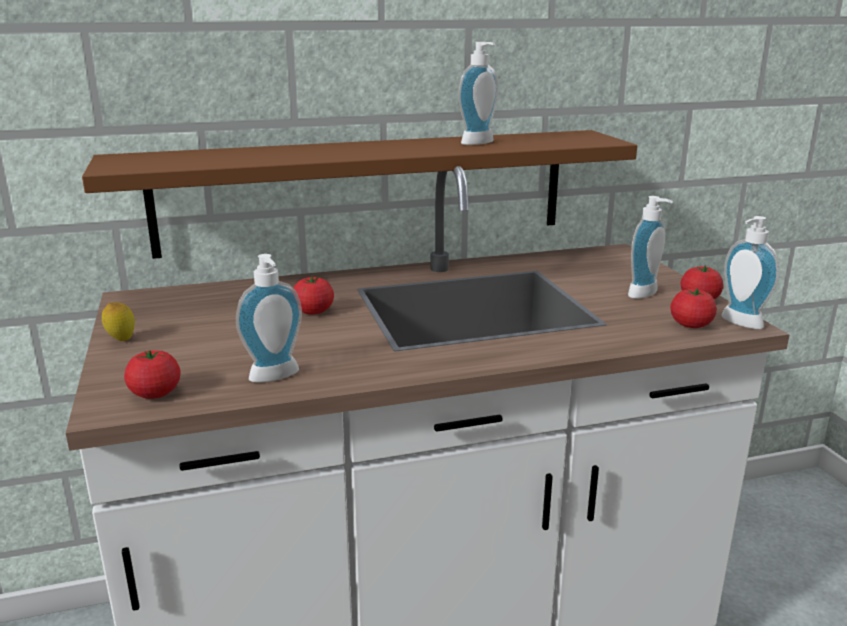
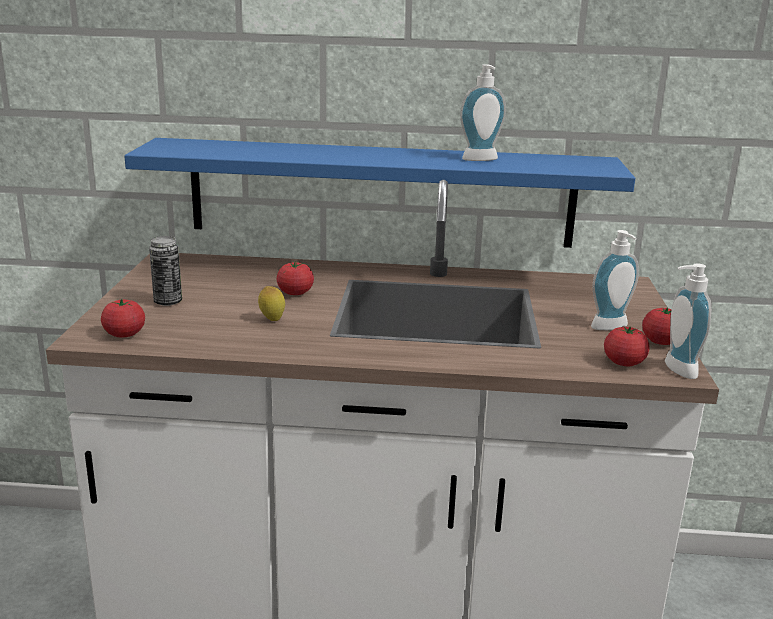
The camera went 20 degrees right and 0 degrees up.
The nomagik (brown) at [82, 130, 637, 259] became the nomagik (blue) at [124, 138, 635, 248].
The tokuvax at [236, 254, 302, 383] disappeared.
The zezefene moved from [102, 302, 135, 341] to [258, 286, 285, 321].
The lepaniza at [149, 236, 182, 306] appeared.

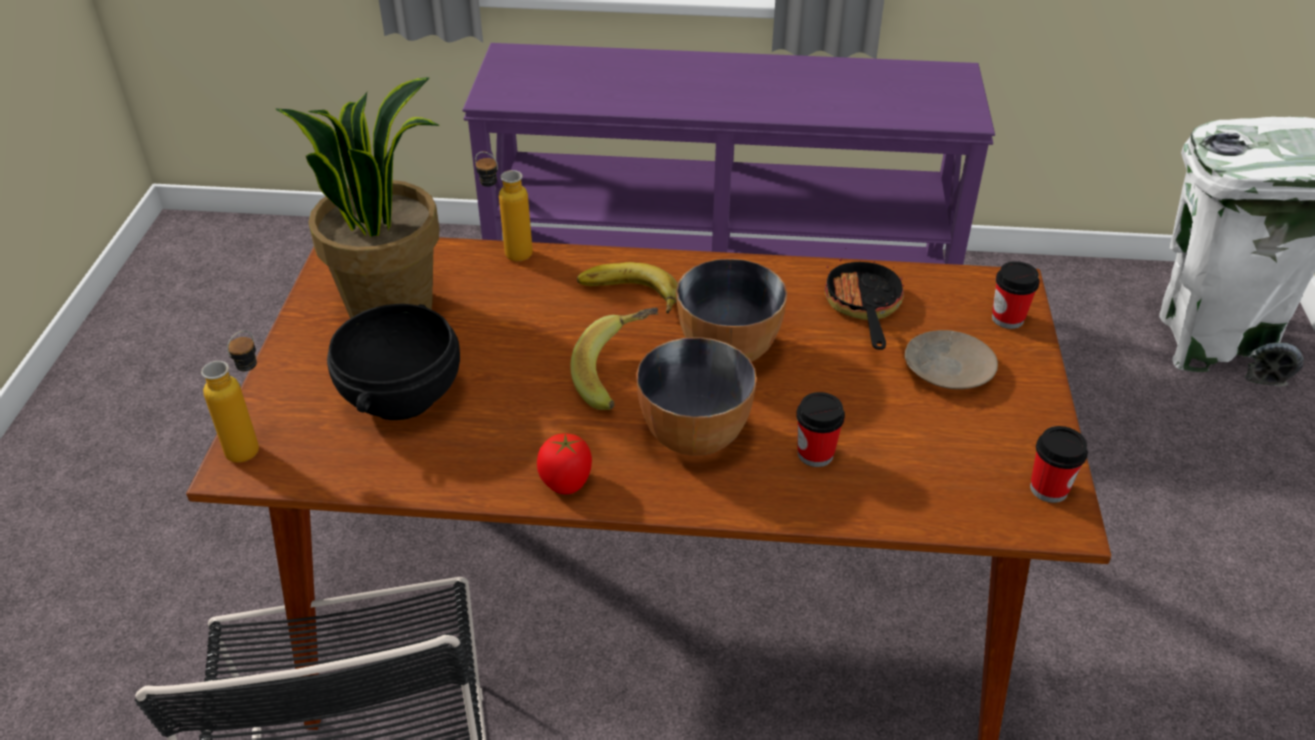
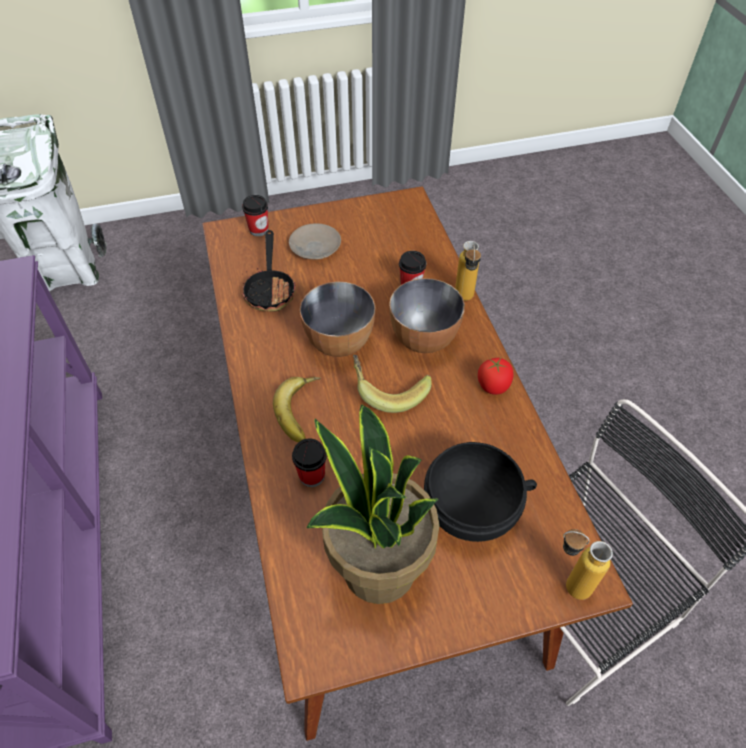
The camera went 110 degrees left and 10 degrees up.
The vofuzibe moved from [475, 152, 533, 262] to [455, 241, 481, 301].
The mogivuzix at [825, 248, 907, 350] turned 75 degrees counterclockwise.
The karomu moved from [1030, 426, 1088, 503] to [292, 439, 327, 487].

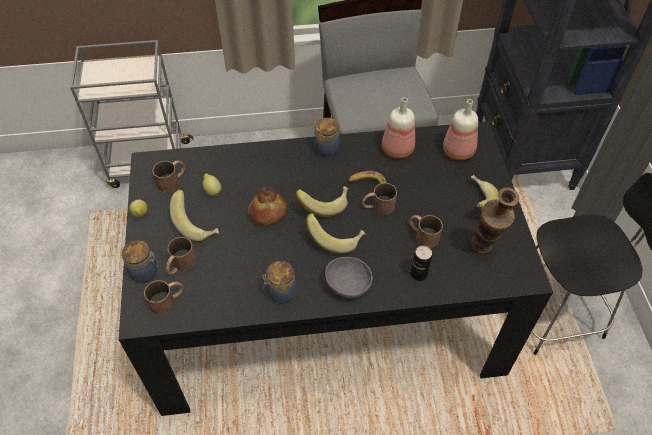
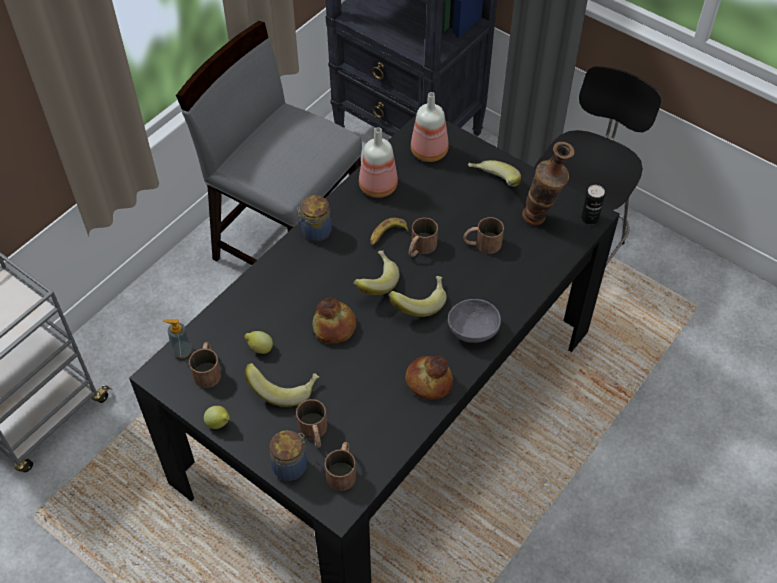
The camera went 45 degrees left and 0 degrees up.
The lepaniza moved from [411, 246, 432, 281] to [581, 185, 605, 225].
The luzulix at [262, 261, 296, 304] was replaced by the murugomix at [405, 356, 453, 400].
The tokuvax at [163, 319, 192, 359] appeared.

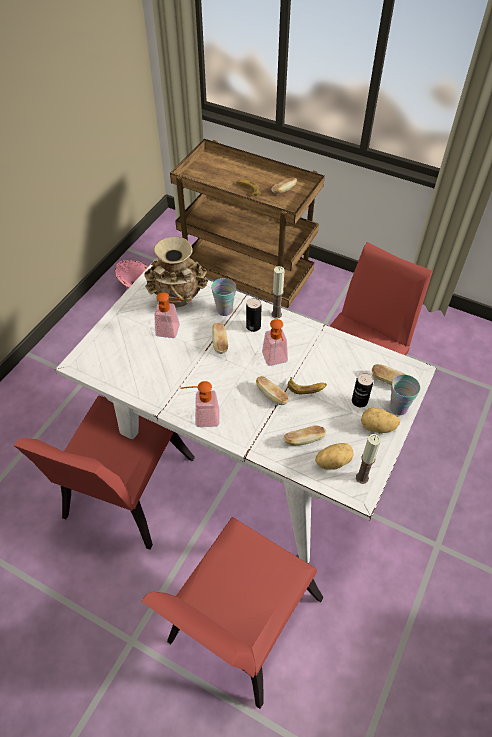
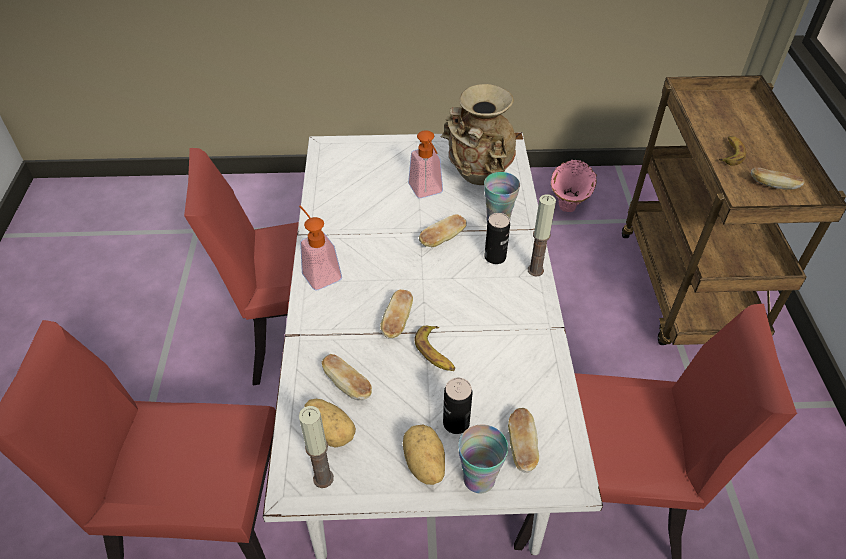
The camera went 60 degrees right and 5 degrees down.
The tokuvax at [262, 319, 288, 366] disappeared.

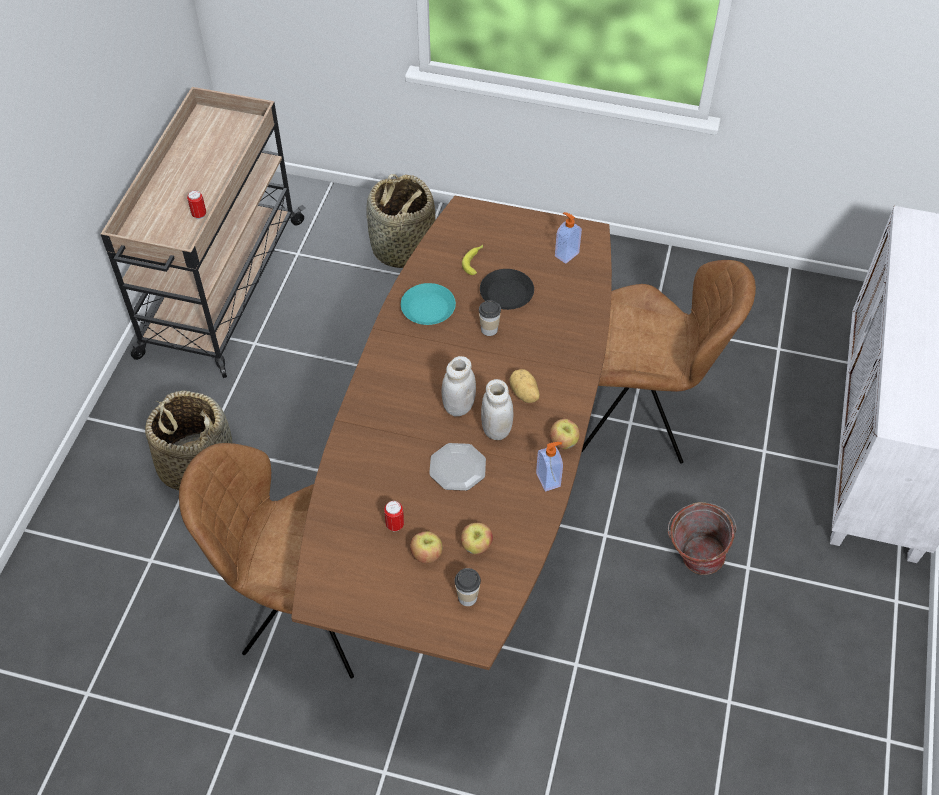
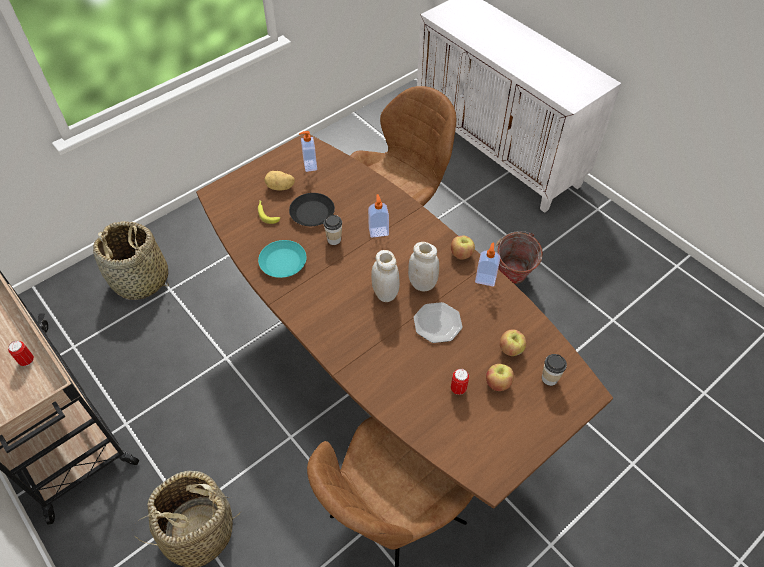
The camera went 55 degrees left and 0 degrees up.
The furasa moved from [510, 369, 540, 403] to [265, 171, 295, 191].
The tokuvax at [368, 194, 389, 238] appeared.

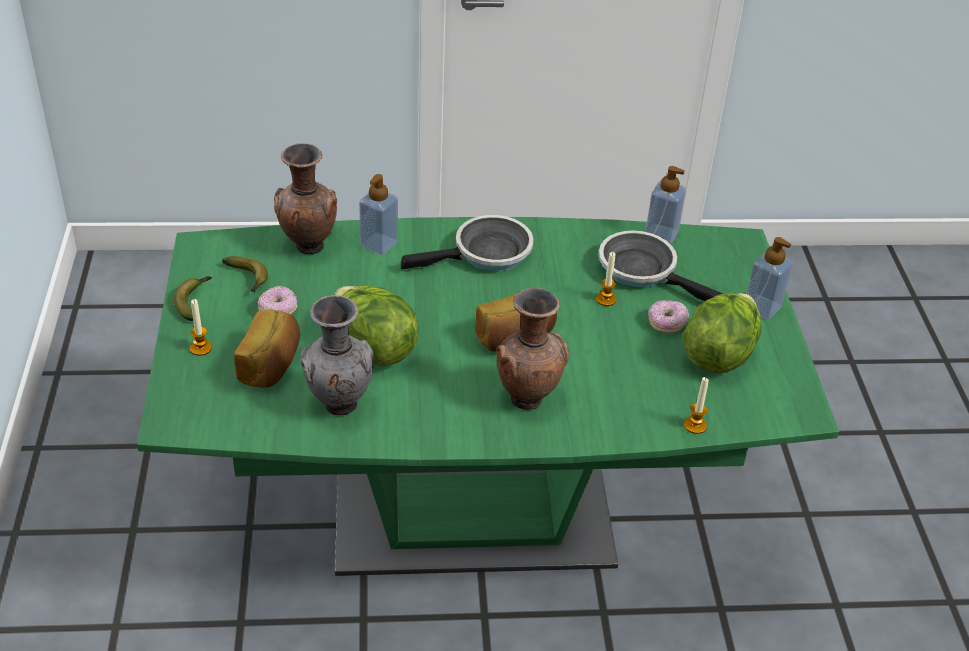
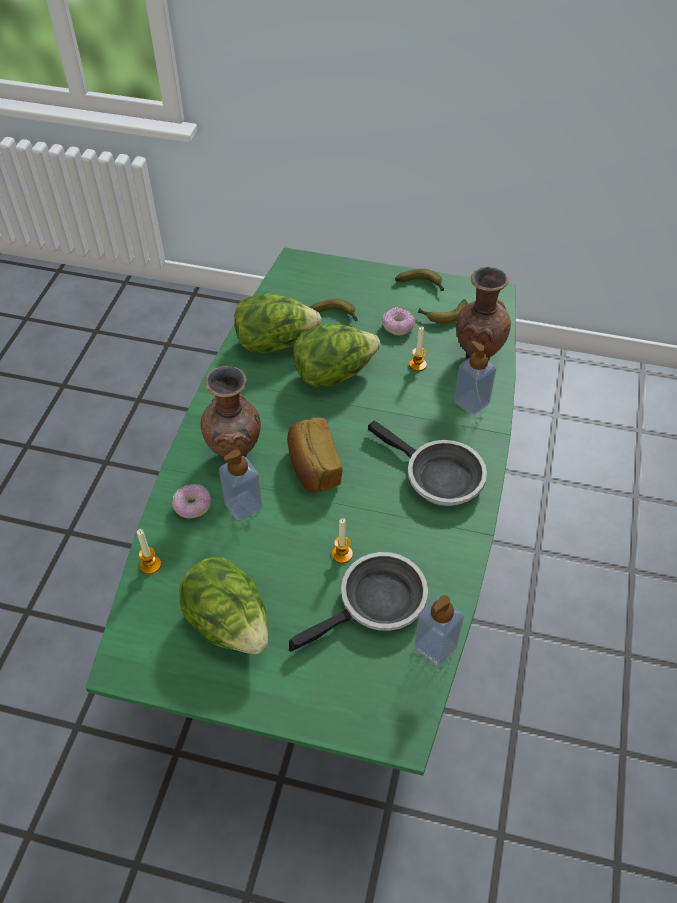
The camera went 110 degrees right and 10 degrees up.
The mogivuzix at [401, 215, 533, 271] turned 45 degrees counterclockwise.
The tokuvax moved from [747, 237, 793, 319] to [219, 449, 262, 521].
The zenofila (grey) at [300, 295, 374, 415] was replaced by the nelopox at [234, 293, 321, 354].
The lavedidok moved from [190, 299, 212, 356] to [409, 326, 427, 371].
The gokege moved from [648, 300, 689, 333] to [172, 484, 211, 518].
The murugomix at [234, 309, 300, 388] was replaced by the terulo at [310, 299, 358, 321].

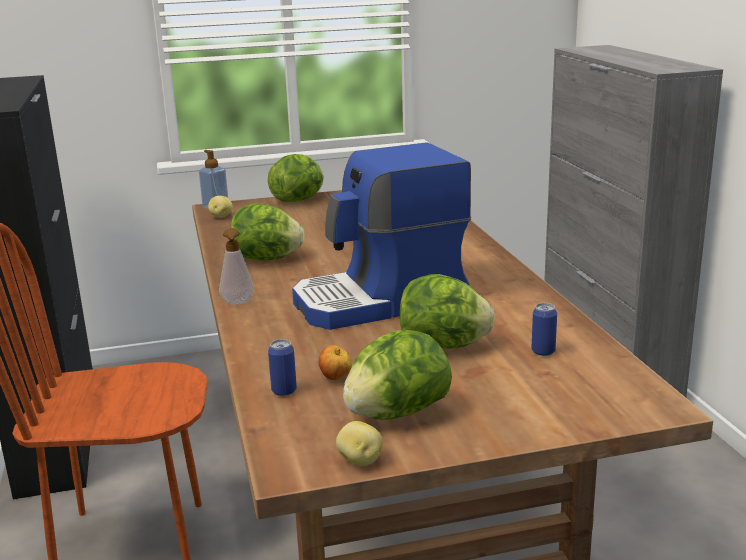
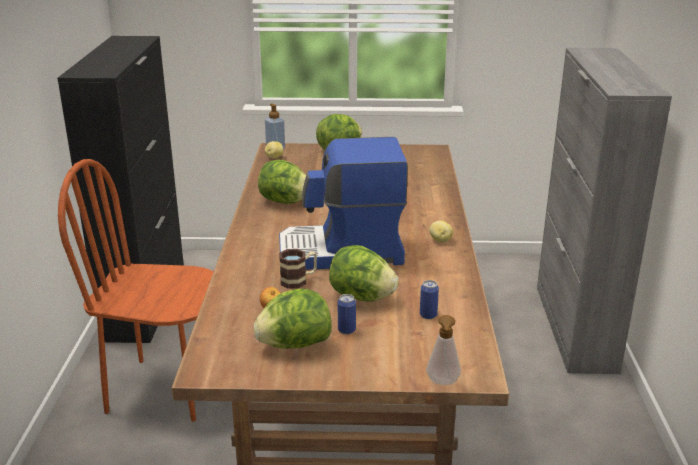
The camera went 15 degrees right and 5 degrees up.
The tokuvax moved from [219, 228, 254, 304] to [426, 315, 461, 385].
The lepaniza moved from [268, 339, 297, 396] to [338, 294, 356, 334].
The furasa moved from [336, 421, 383, 466] to [429, 221, 453, 243].
The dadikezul at [279, 249, 317, 289] appeared.

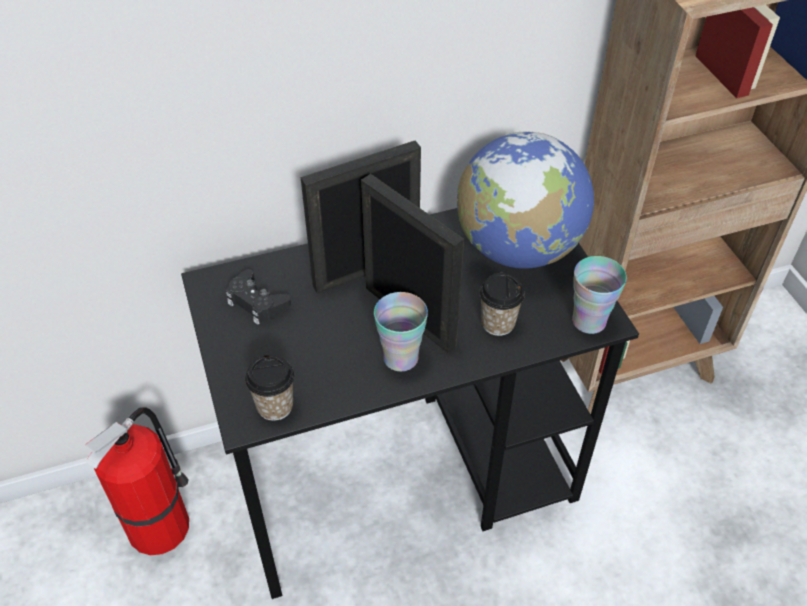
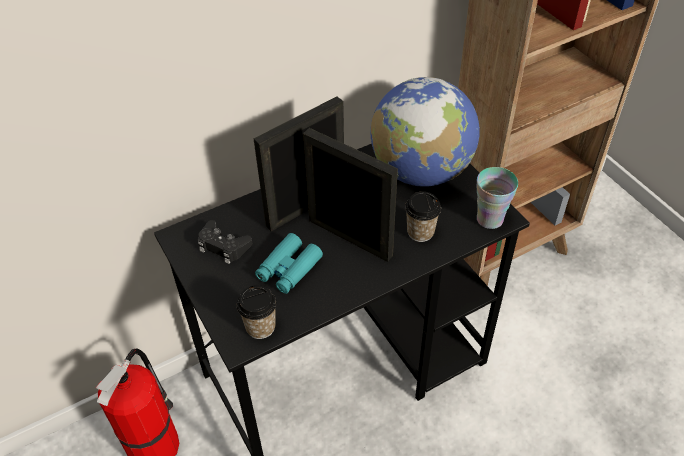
The camera went 10 degrees left and 0 degrees up.
The karomu at [374, 292, 428, 371] disappeared.
The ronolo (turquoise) at [255, 233, 323, 294] appeared.

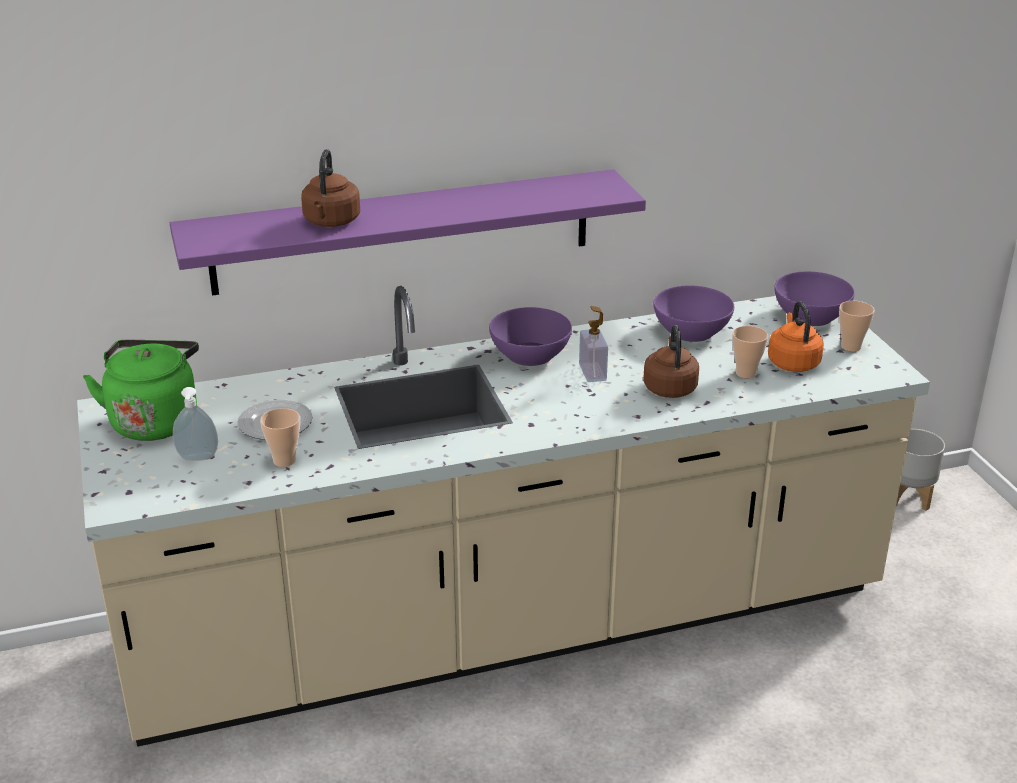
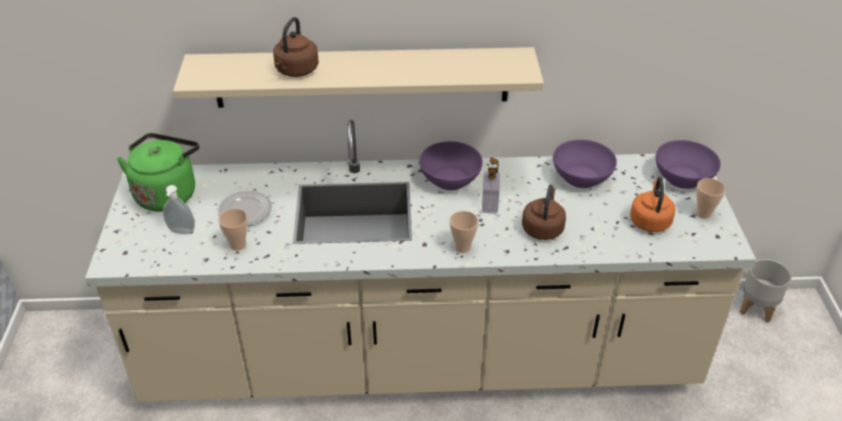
The camera went 15 degrees right and 10 degrees up.
The nomagik (purple) at [170, 169, 646, 296] became the nomagik (beige) at [173, 47, 544, 108].
The karomu moved from [732, 326, 768, 378] to [449, 211, 479, 253].

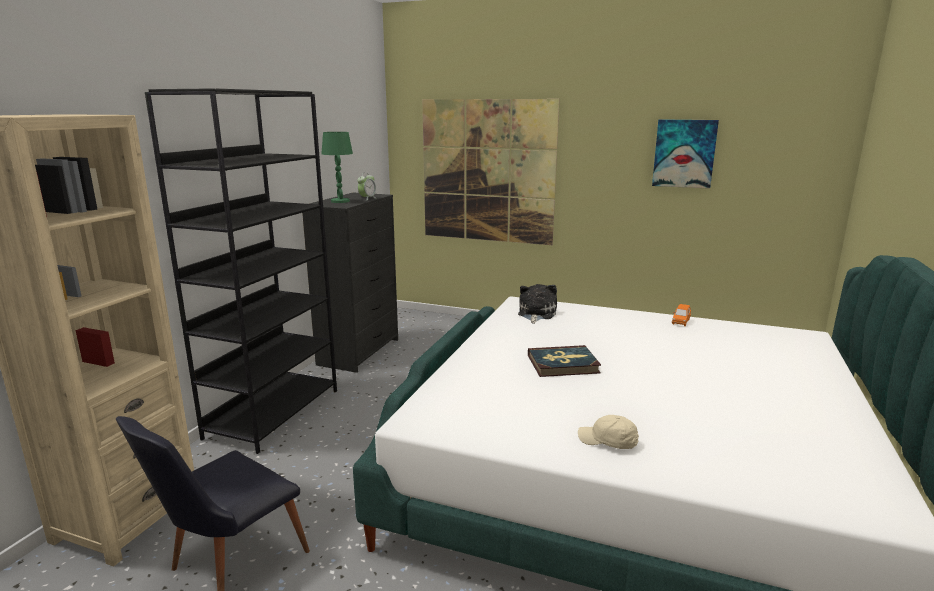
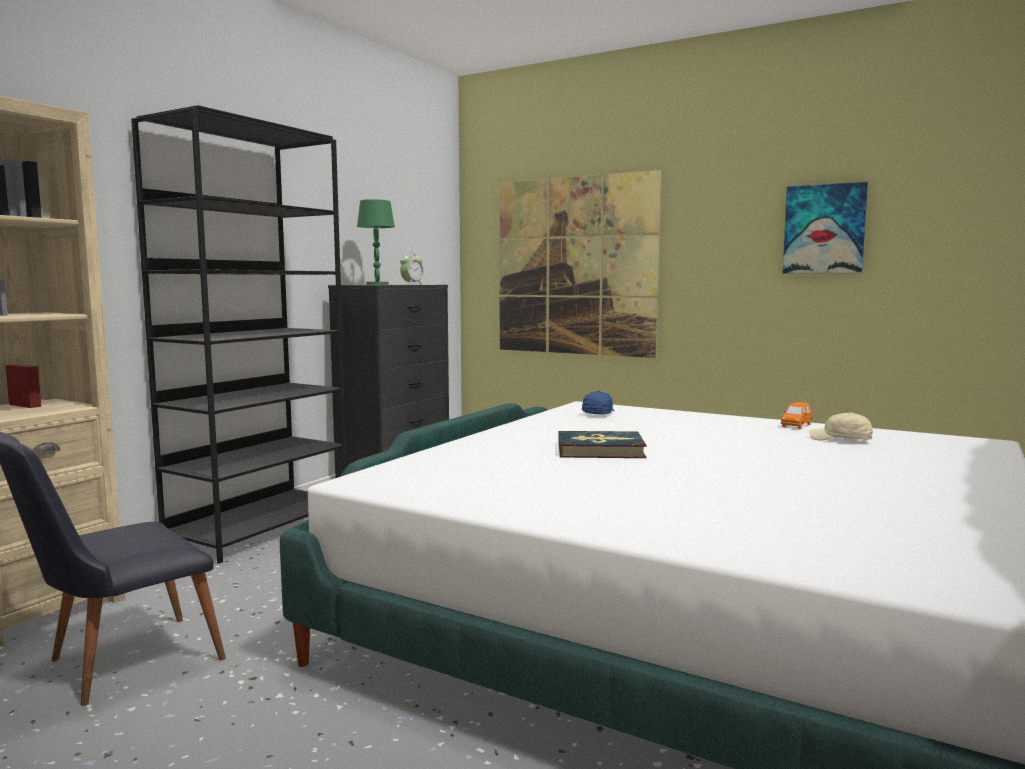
The camera went 10 degrees right and 10 degrees down.
The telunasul at [518, 284, 557, 324] was replaced by the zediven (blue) at [582, 391, 614, 415].
The zediven (beige) moved from [578, 415, 639, 449] to [809, 412, 873, 441].

